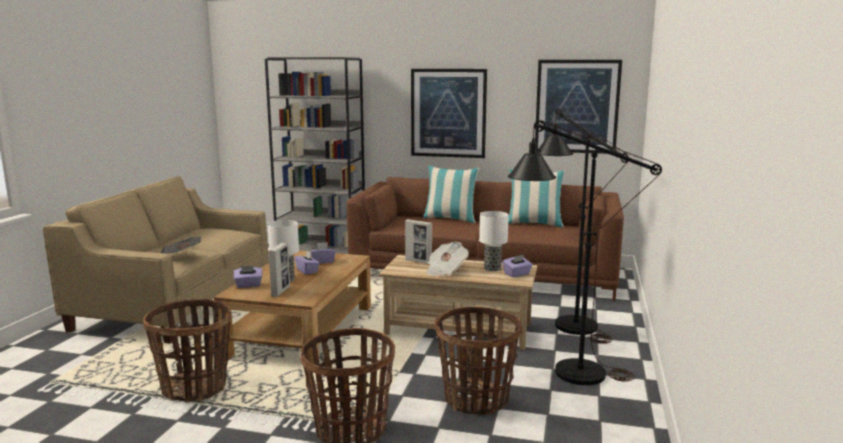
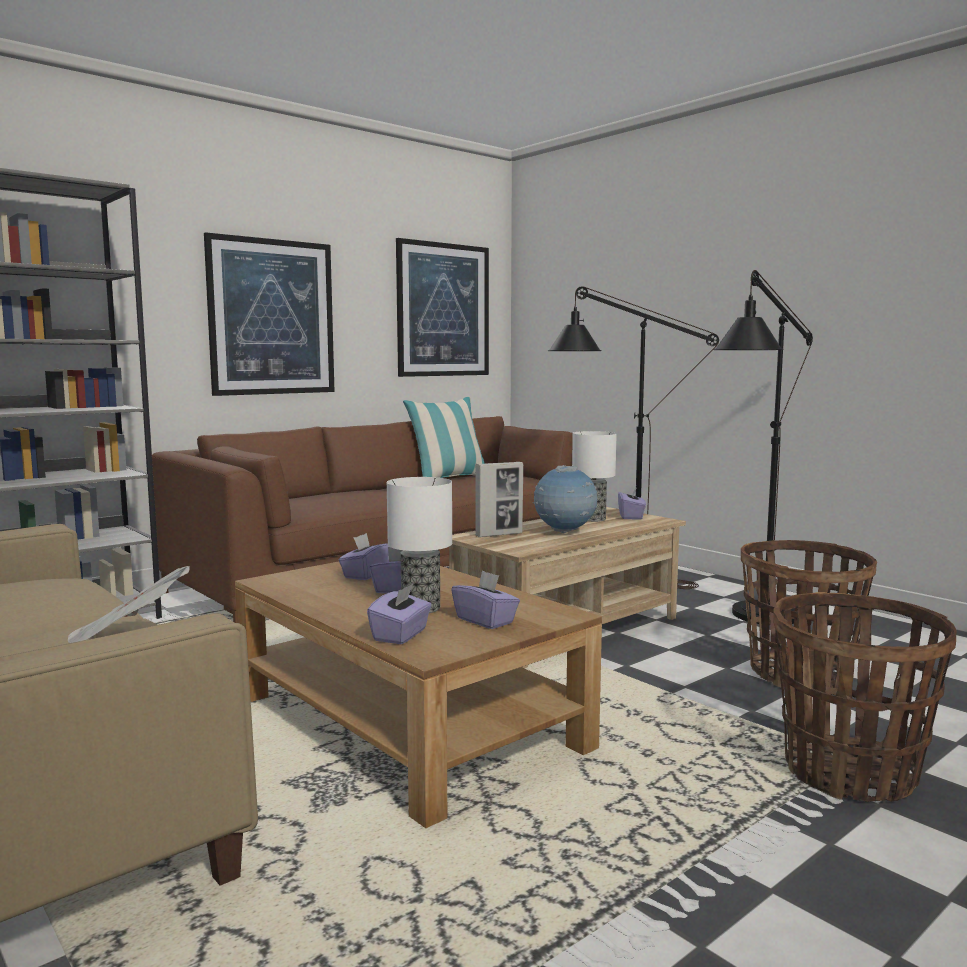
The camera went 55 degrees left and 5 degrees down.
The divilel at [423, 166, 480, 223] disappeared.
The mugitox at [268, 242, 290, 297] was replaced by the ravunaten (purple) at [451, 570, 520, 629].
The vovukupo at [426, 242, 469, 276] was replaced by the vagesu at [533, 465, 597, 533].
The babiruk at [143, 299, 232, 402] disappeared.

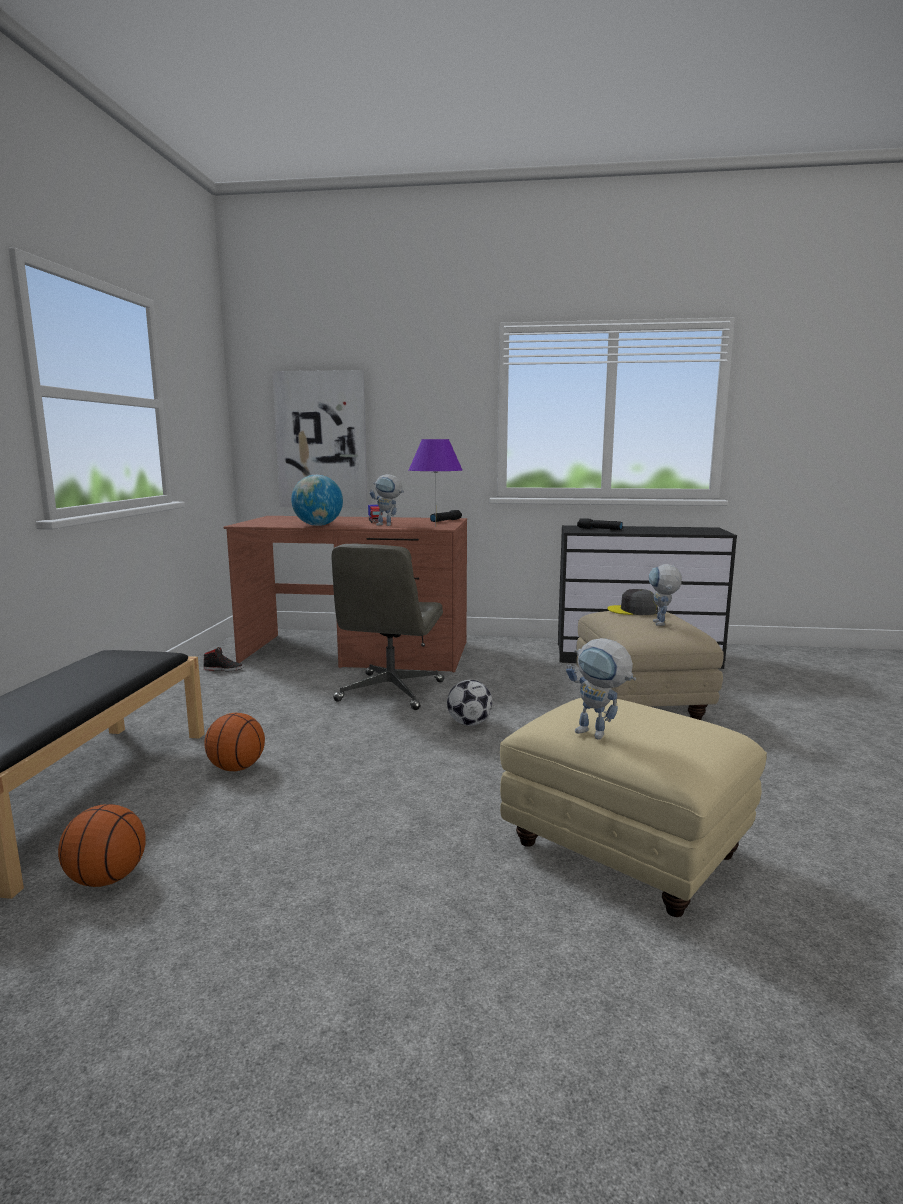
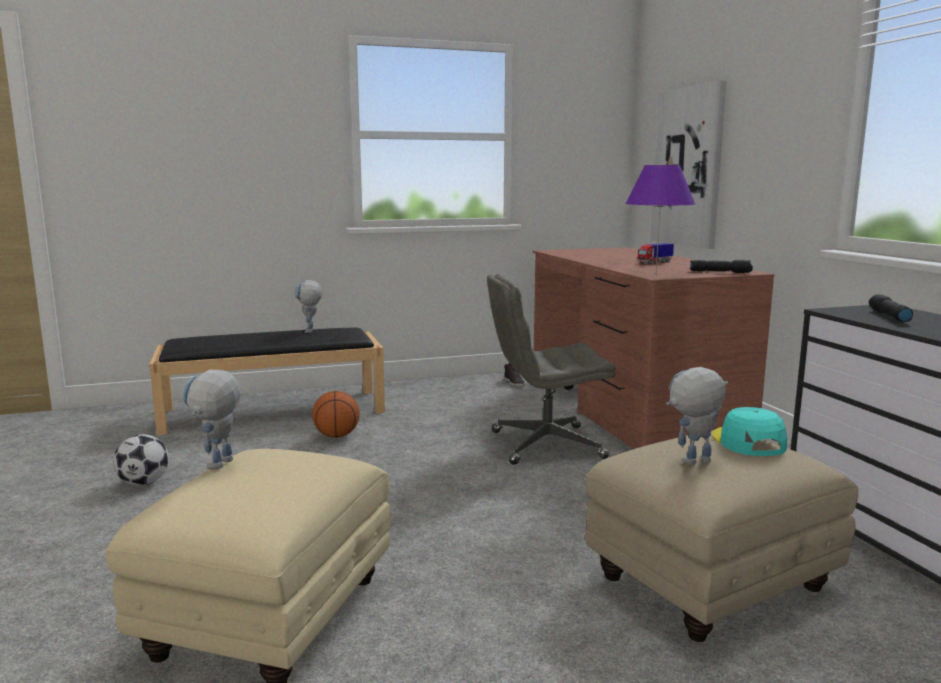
The camera went 65 degrees right and 0 degrees up.
The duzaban moved from [370, 474, 404, 526] to [294, 280, 322, 333].
The vagesu at [291, 475, 343, 526] disappeared.
The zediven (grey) at [607, 589, 658, 615] became the zediven (turquoise) at [712, 407, 787, 456].
The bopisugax moved from [447, 680, 493, 726] to [113, 434, 169, 486].
The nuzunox at [58, 804, 146, 887] disappeared.

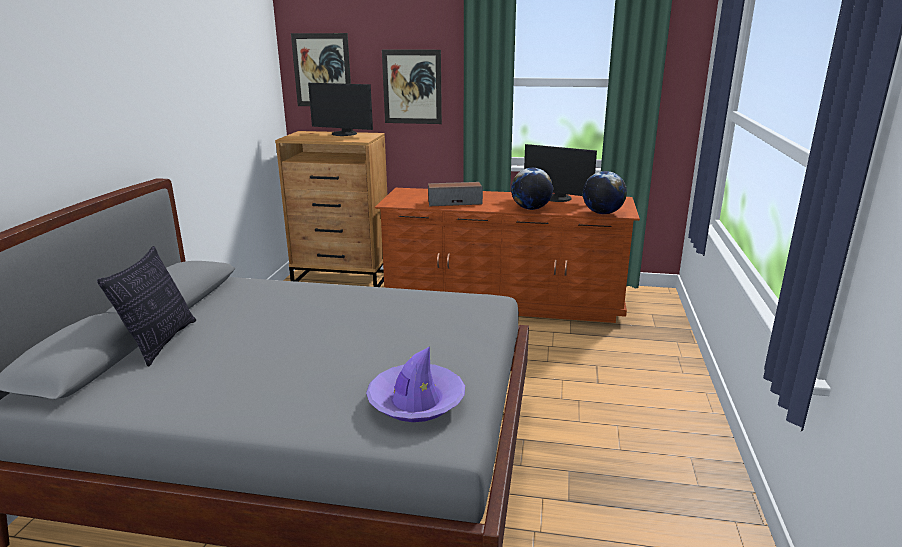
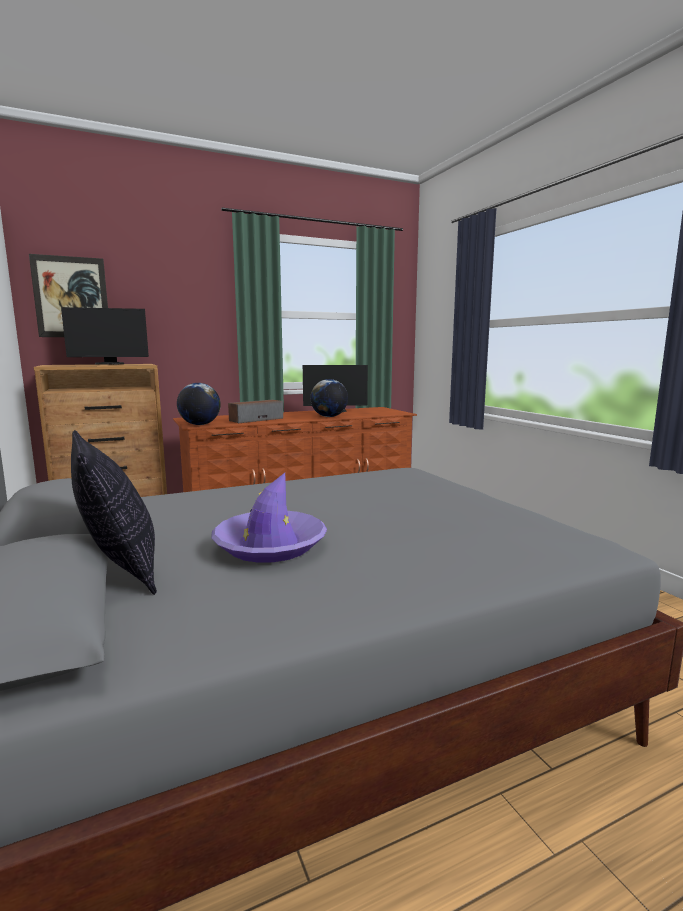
The camera went 35 degrees left and 10 degrees down.
The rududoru at [382, 50, 442, 124] disappeared.
The vagesu moved from [583, 171, 627, 214] to [177, 383, 221, 425].
The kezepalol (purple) moved from [366, 346, 465, 422] to [211, 473, 327, 563].

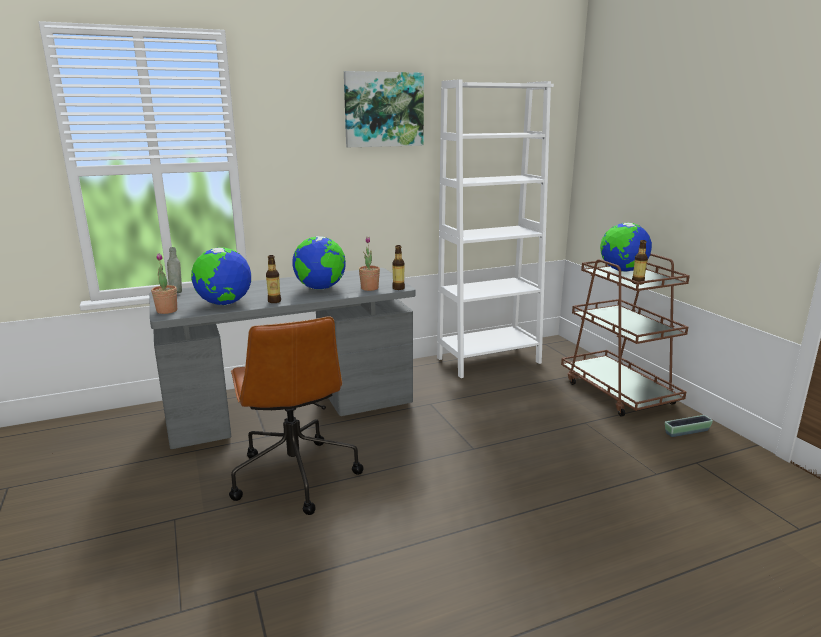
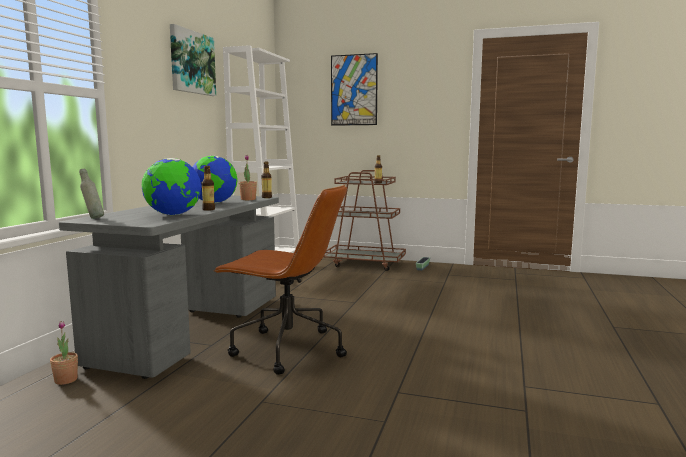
The camera went 50 degrees left and 10 degrees down.
The vagesu at [600, 222, 652, 272] disappeared.
The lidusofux moved from [151, 253, 177, 314] to [50, 321, 78, 385].
The rududoru at [331, 53, 378, 126] appeared.

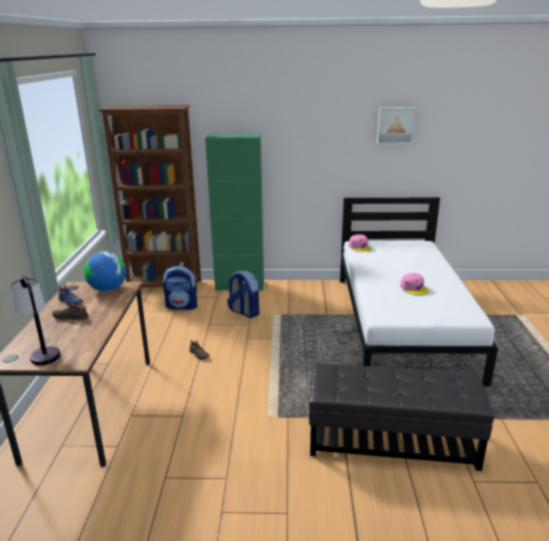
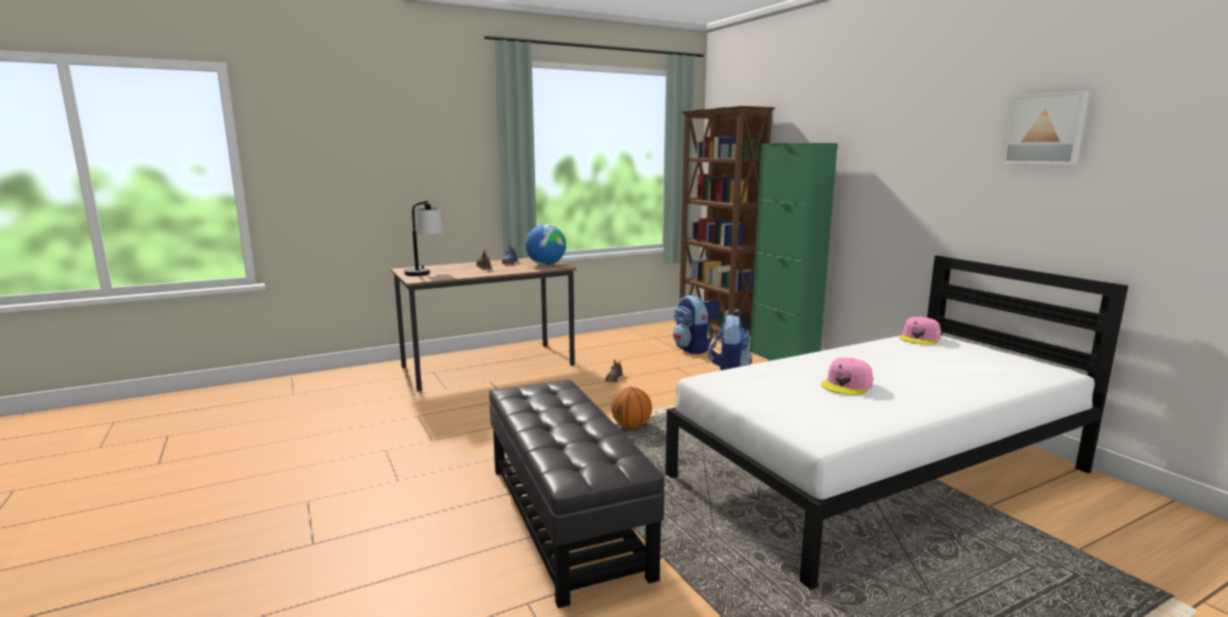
The camera went 60 degrees right and 10 degrees down.
The nuzunox at [611, 387, 652, 429] appeared.

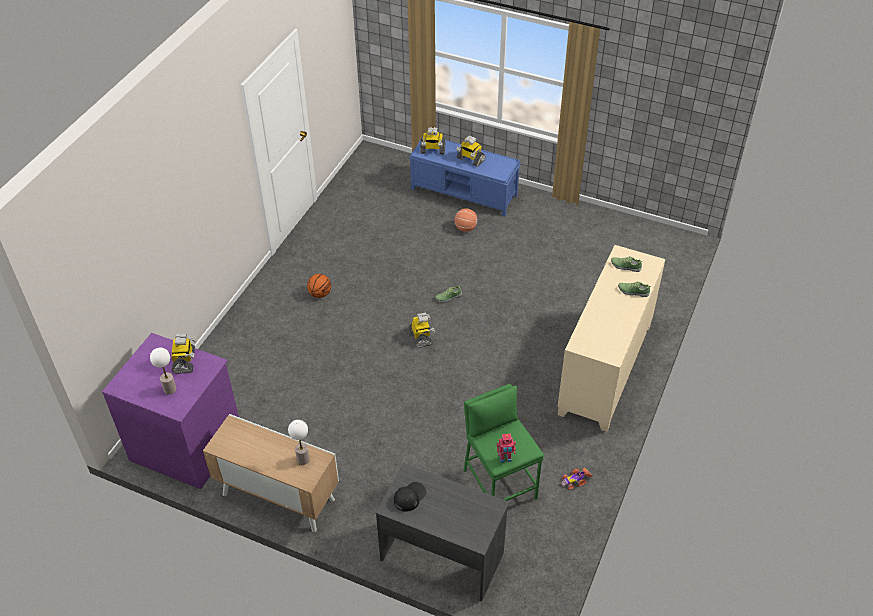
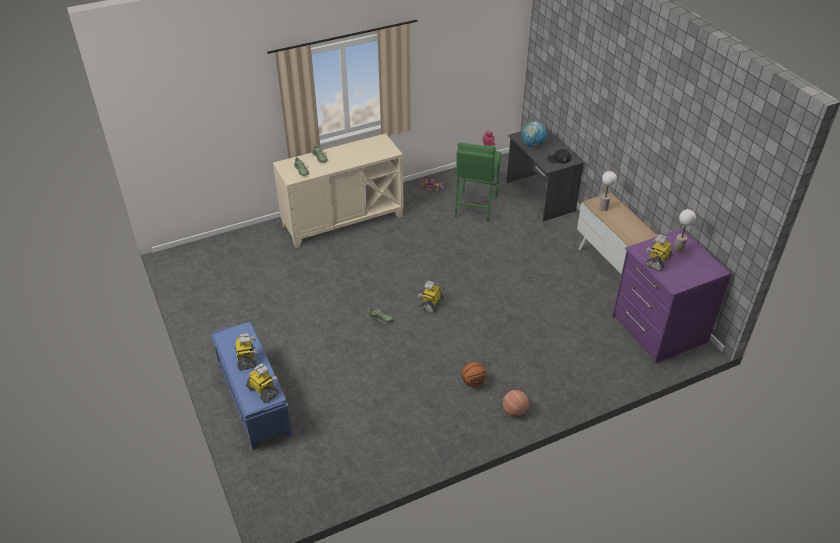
The camera went 140 degrees left and 5 degrees down.
The nuzunox moved from [455, 208, 477, 232] to [503, 390, 529, 416].
The vagesu at [522, 122, 547, 147] appeared.

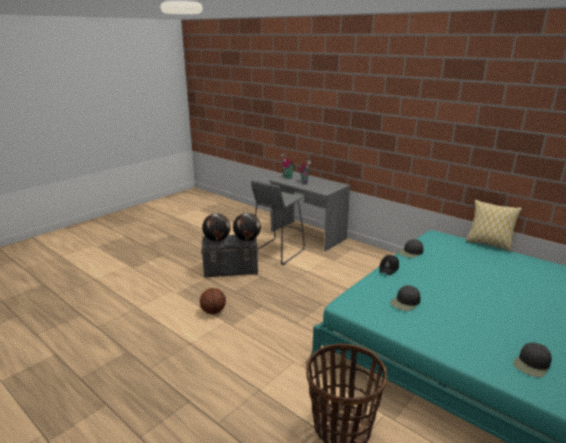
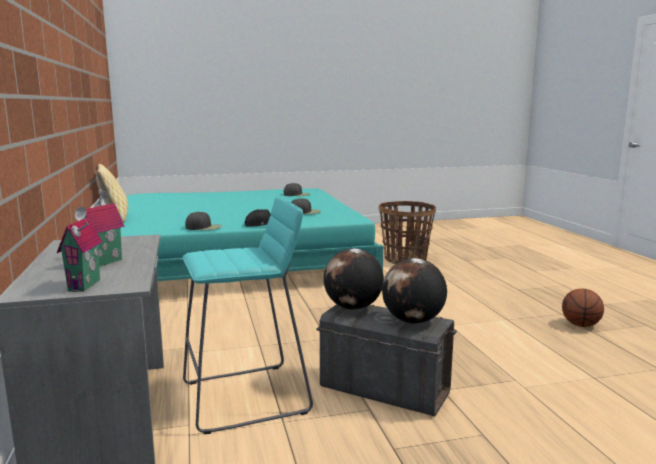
The camera went 145 degrees left and 10 degrees down.
The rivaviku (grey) at [251, 180, 305, 265] became the rivaviku (turquoise) at [182, 196, 313, 434].
The nuzunox moved from [200, 288, 226, 314] to [562, 288, 604, 327].

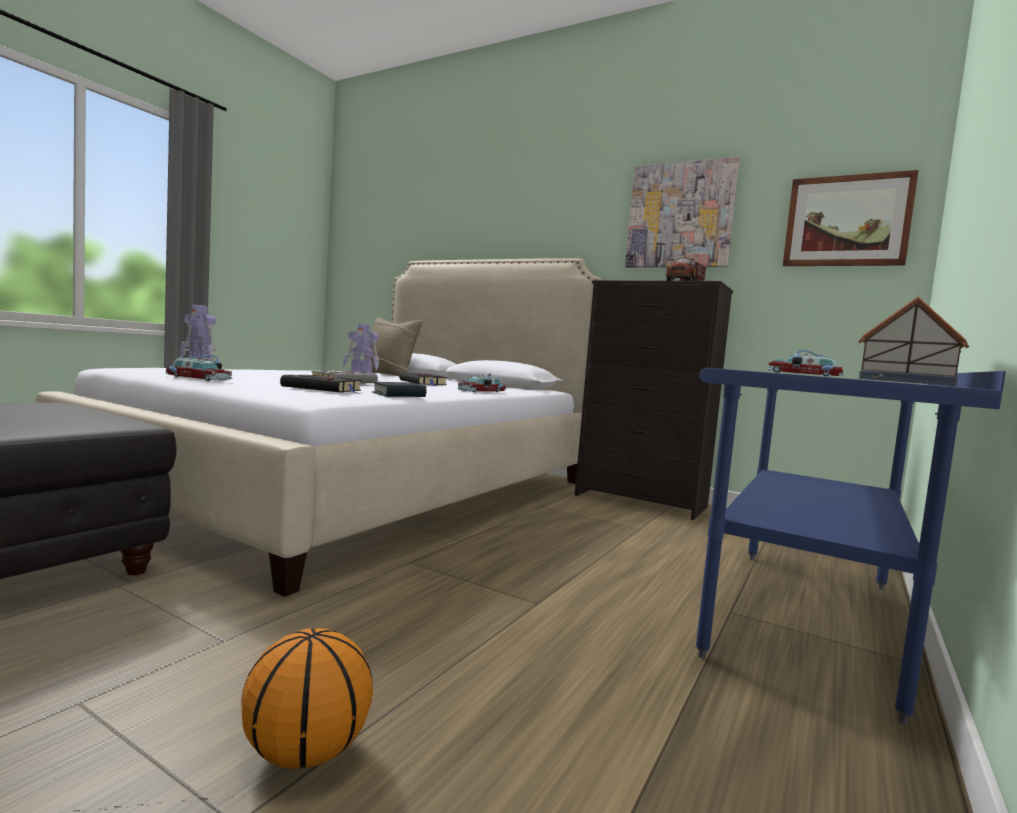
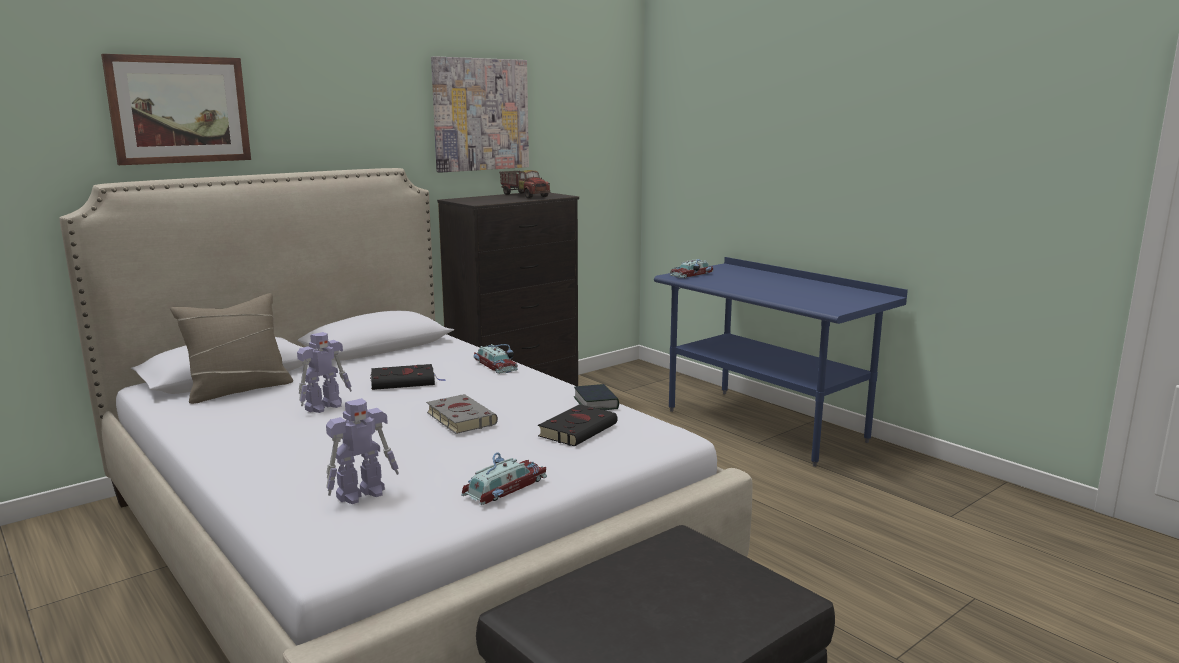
The camera went 70 degrees left and 10 degrees up.
The rududoru moved from [783, 170, 919, 266] to [101, 54, 251, 165].
The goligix at [858, 297, 969, 386] disappeared.
The nuzunox at [241, 628, 373, 769] disappeared.

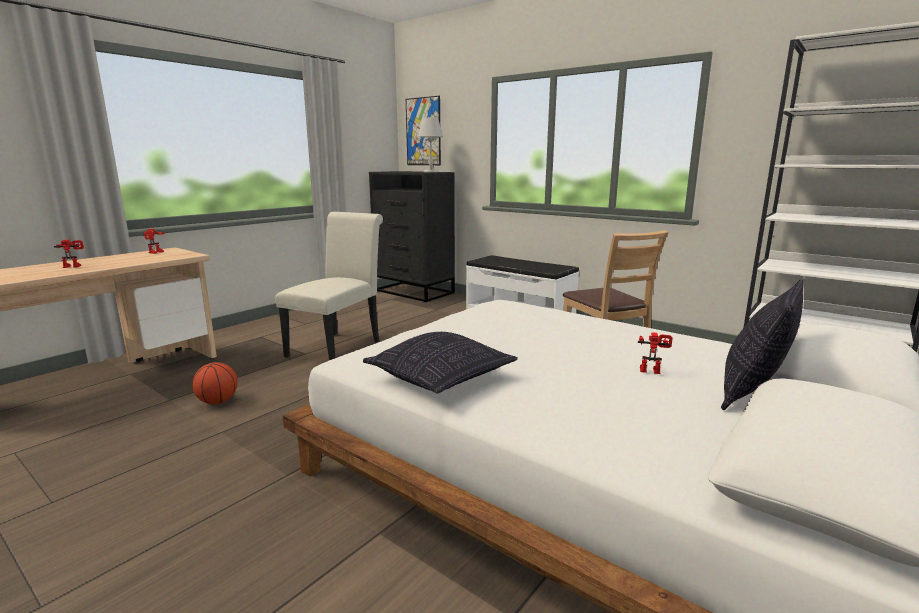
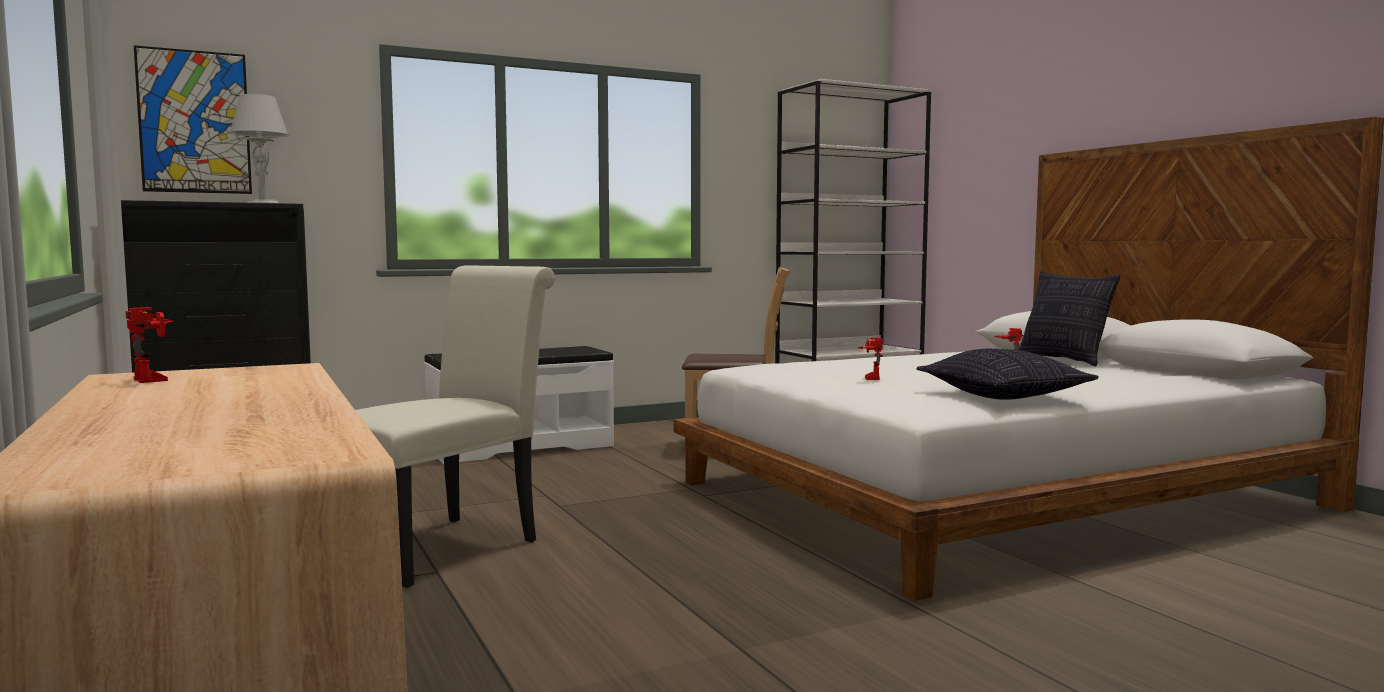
The camera went 65 degrees left and 10 degrees down.
The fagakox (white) at [275, 212, 383, 360] turned 75 degrees clockwise.
The duzaban moved from [54, 239, 84, 268] to [858, 337, 883, 380].
The nuzunox at [192, 362, 238, 404] disappeared.

